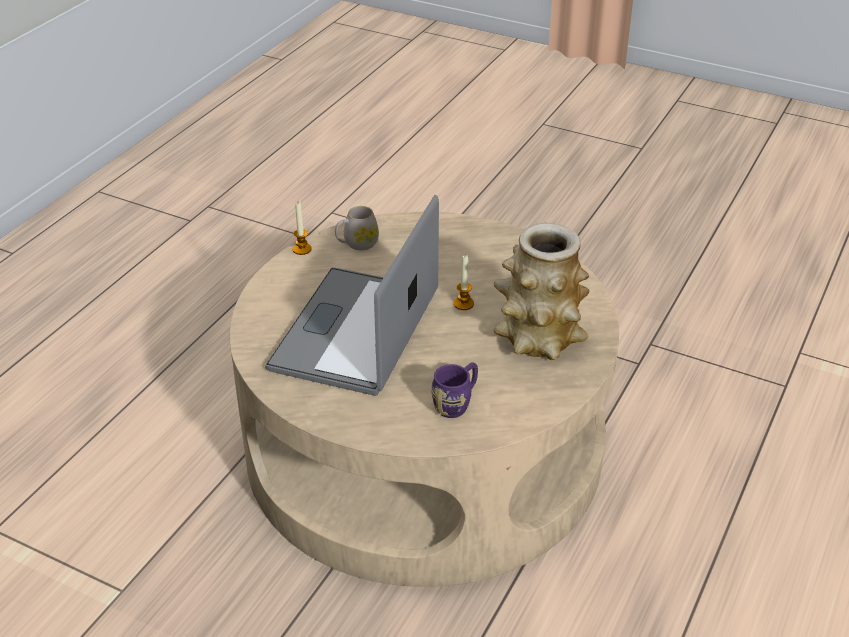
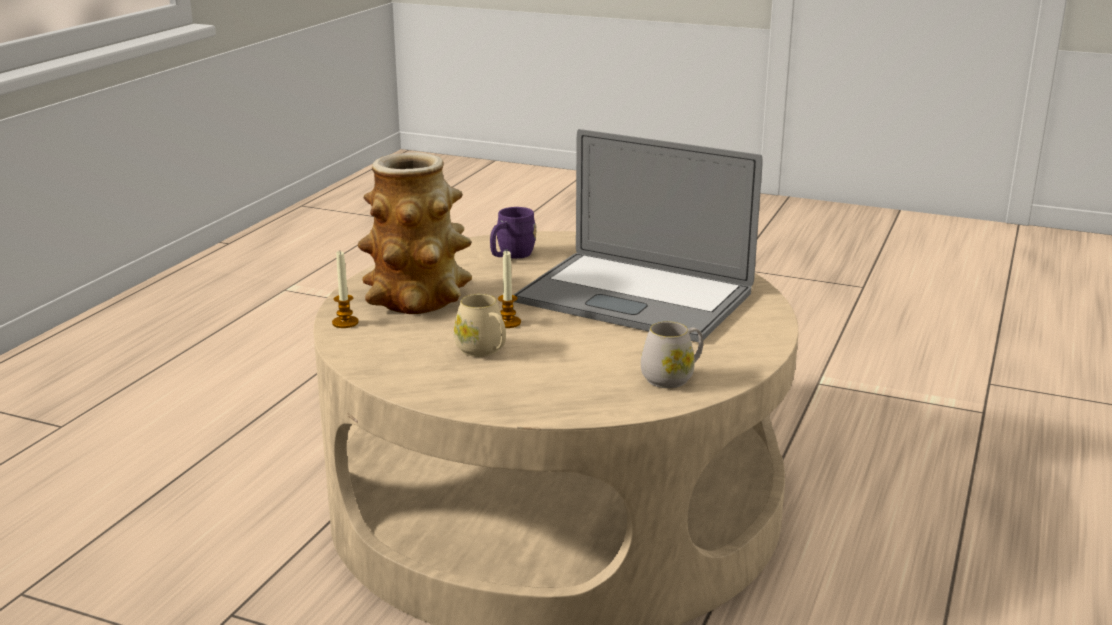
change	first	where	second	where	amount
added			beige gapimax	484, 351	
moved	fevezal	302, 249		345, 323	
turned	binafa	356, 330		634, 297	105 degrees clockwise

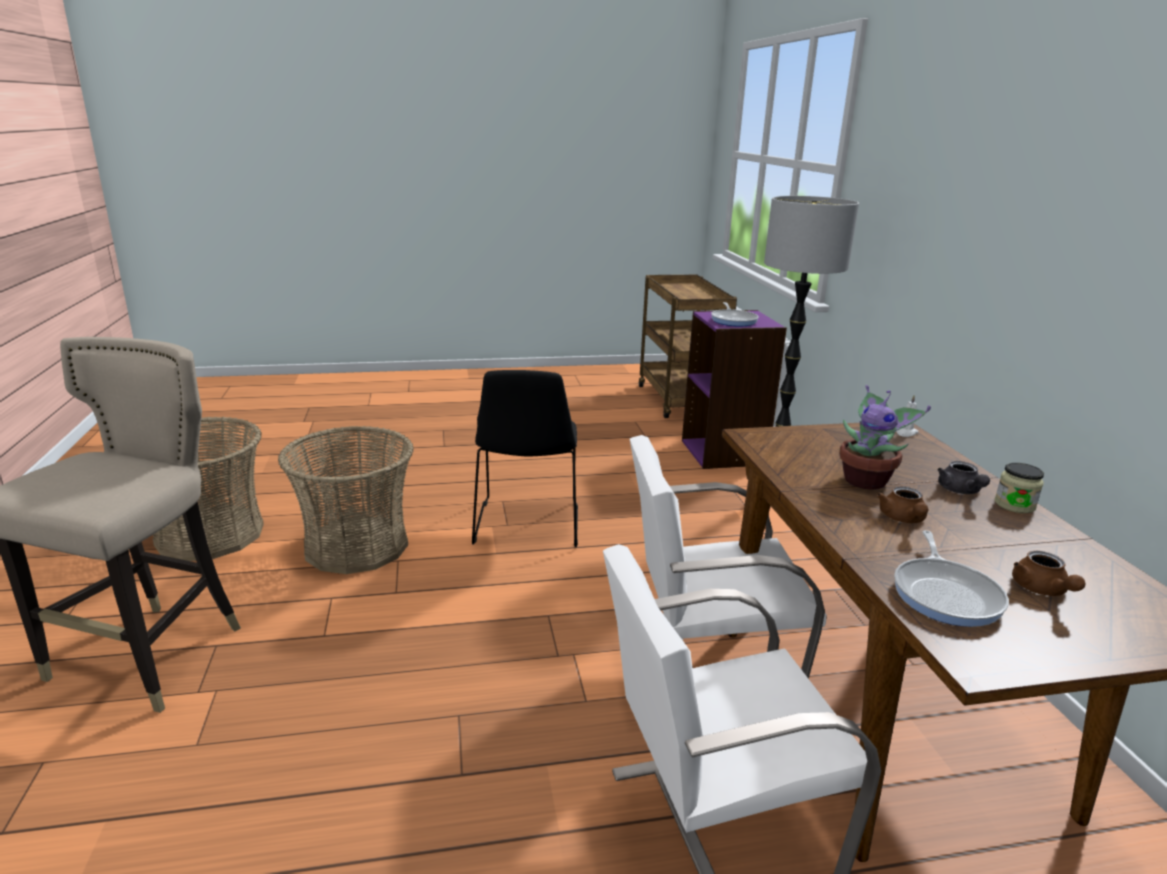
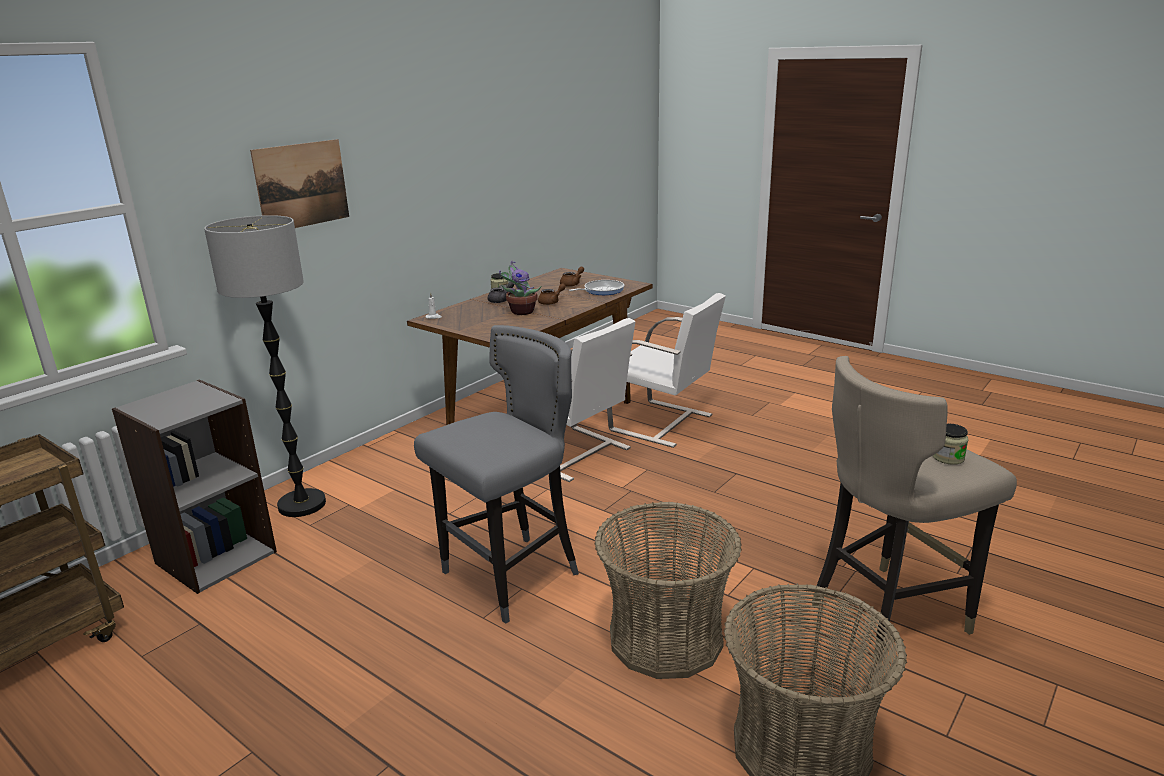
change	first	where	second	where	amount
removed	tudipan	733, 320			
added			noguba	302, 185	
added			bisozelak	948, 457	
replaced	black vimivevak	527, 526	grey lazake	511, 577	
recoloured	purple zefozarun	724, 452	grey zefozarun	215, 557	

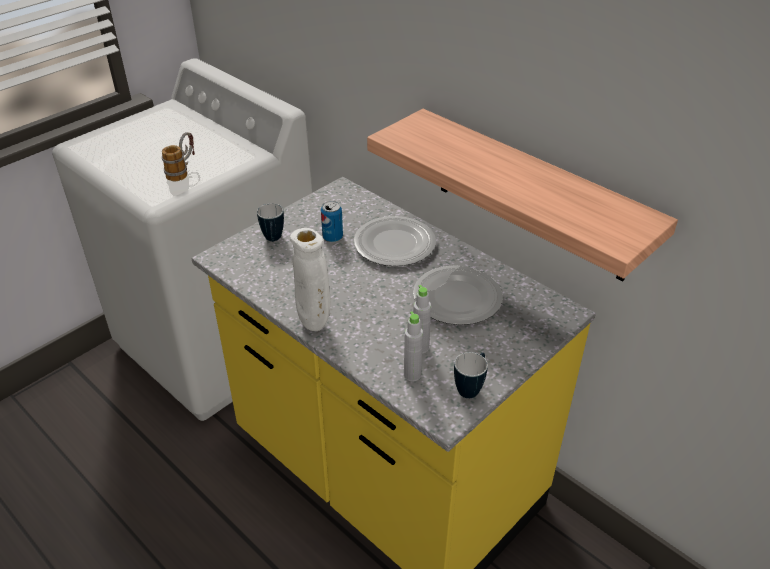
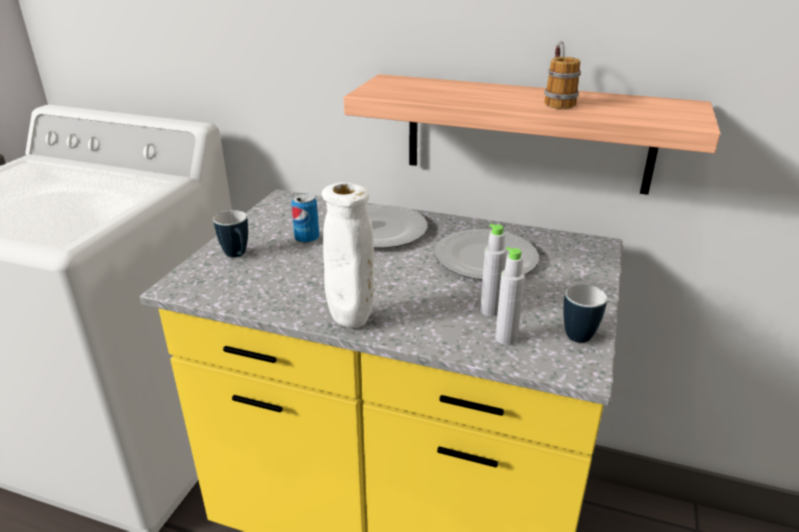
change	first	where	second	where	amount
moved	gapimax	183, 171		557, 100	

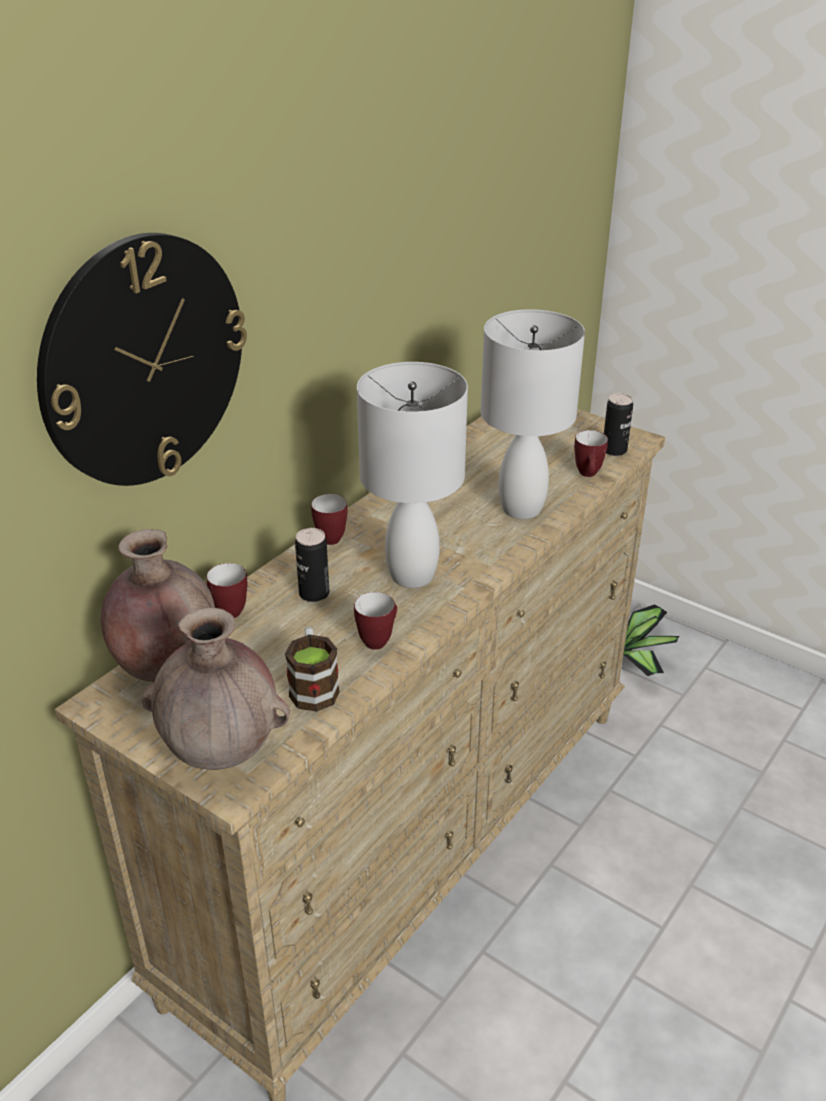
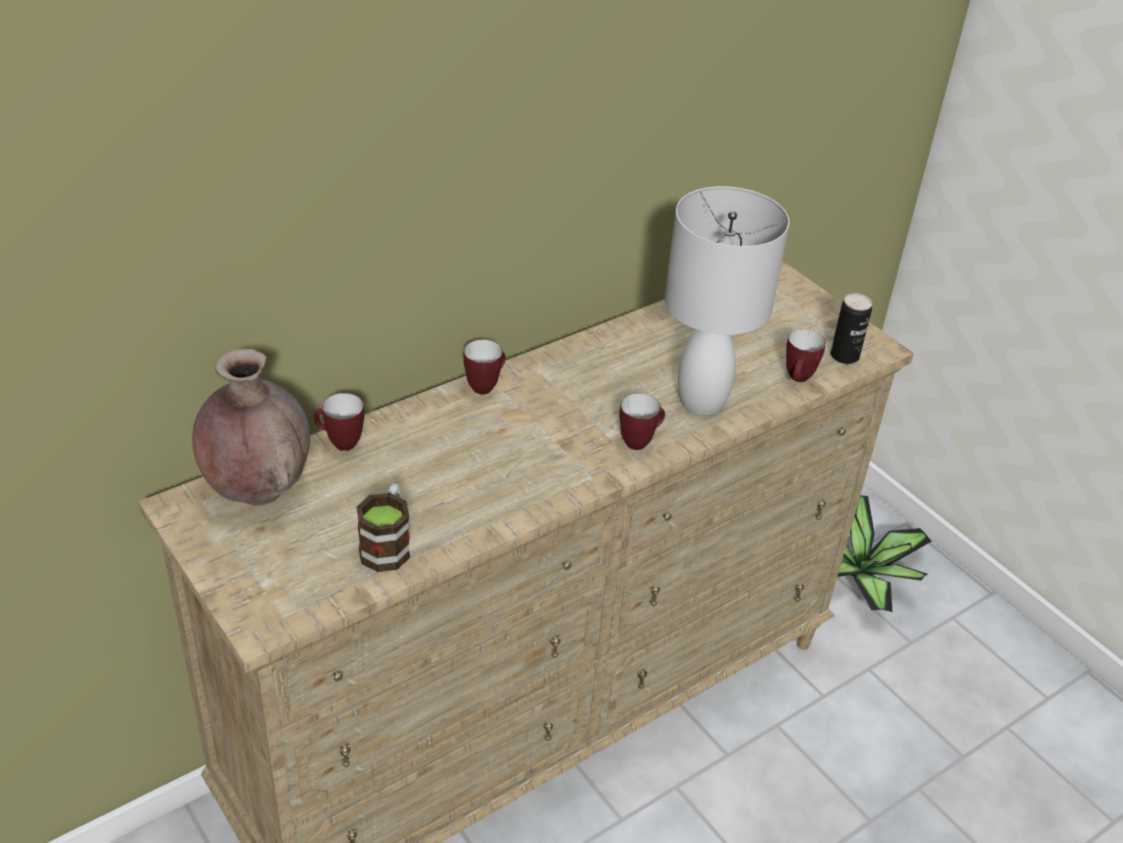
change	first	where	second	where	amount
removed	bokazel	144, 361			
removed	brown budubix	222, 753			
removed	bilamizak	314, 593			
removed	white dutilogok	411, 576			
moved	gapimax	378, 640		640, 441	

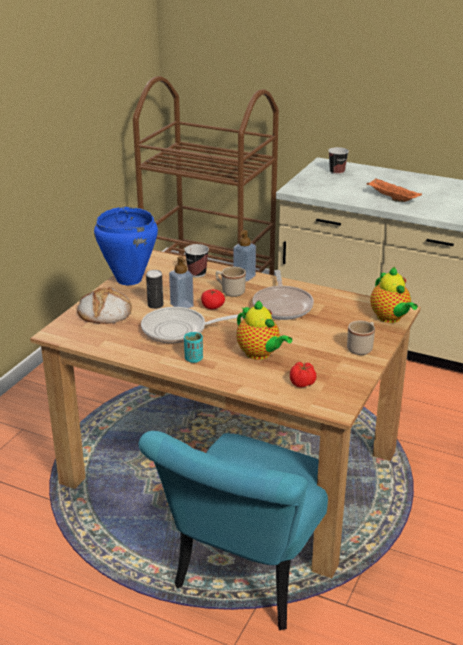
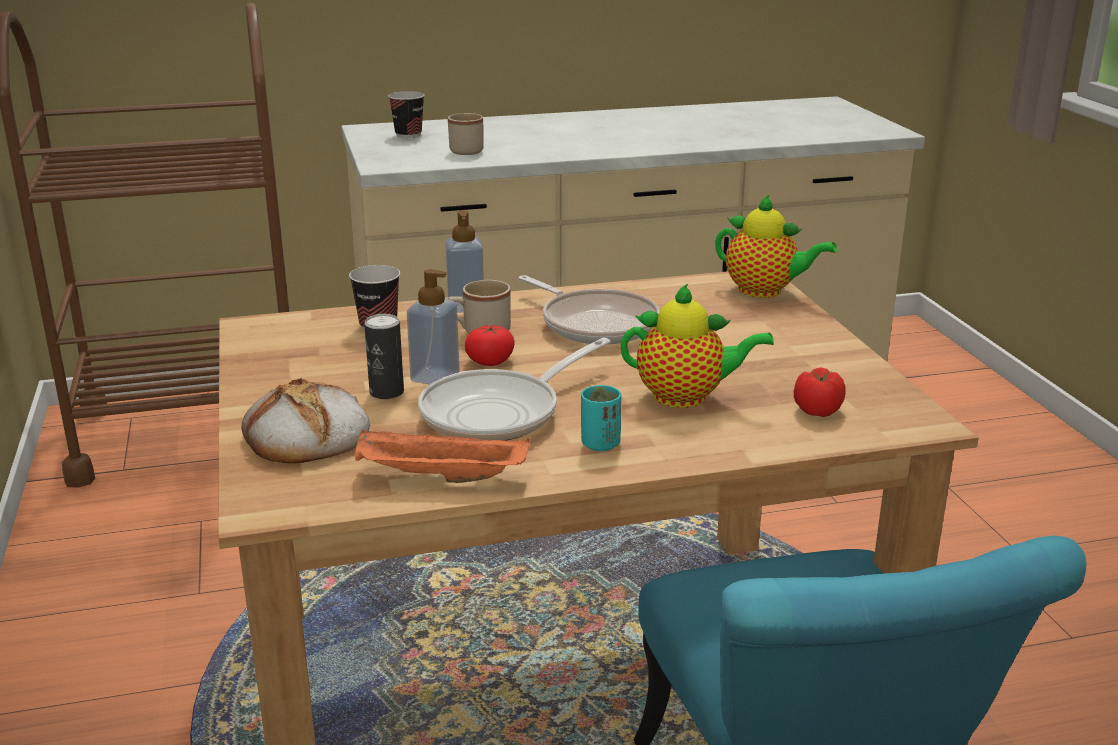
change	first	where	second	where	amount
removed	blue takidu	128, 280			
moved	beige gapimax	362, 347		467, 150	
moved	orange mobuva	391, 198		439, 477	

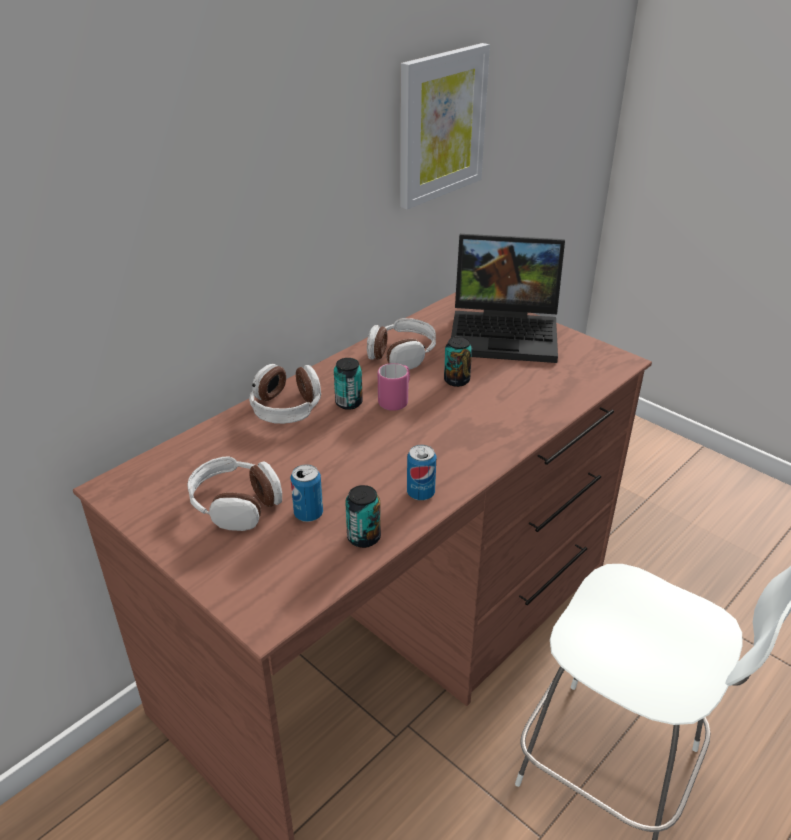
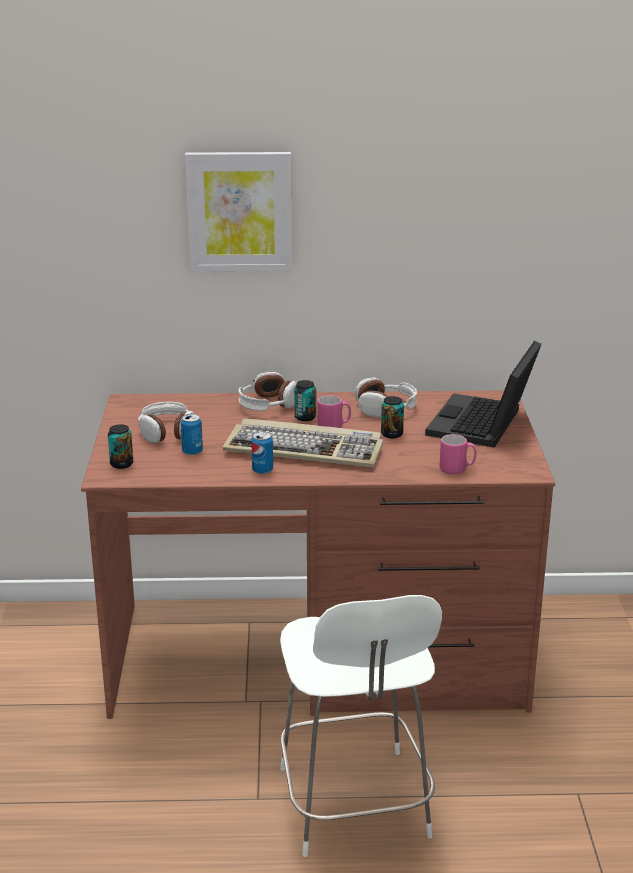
change	first	where	second	where	amount
added			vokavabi	305, 449	
added			pink gapimax	457, 469	
moved	bilamizak	364, 537		121, 464	
moved	noguba	440, 125		239, 211	
turned	binafa	507, 332		483, 425	60 degrees clockwise

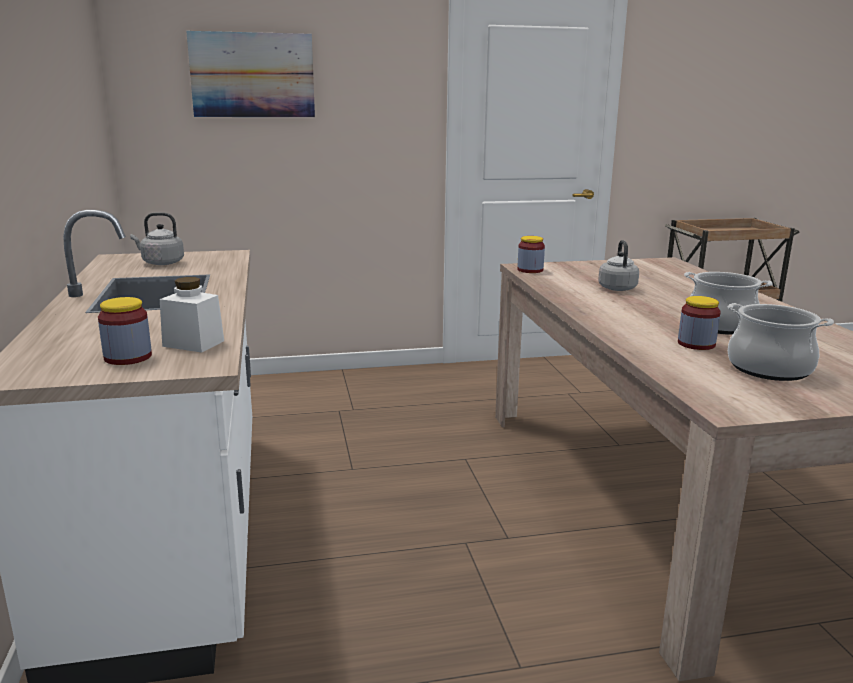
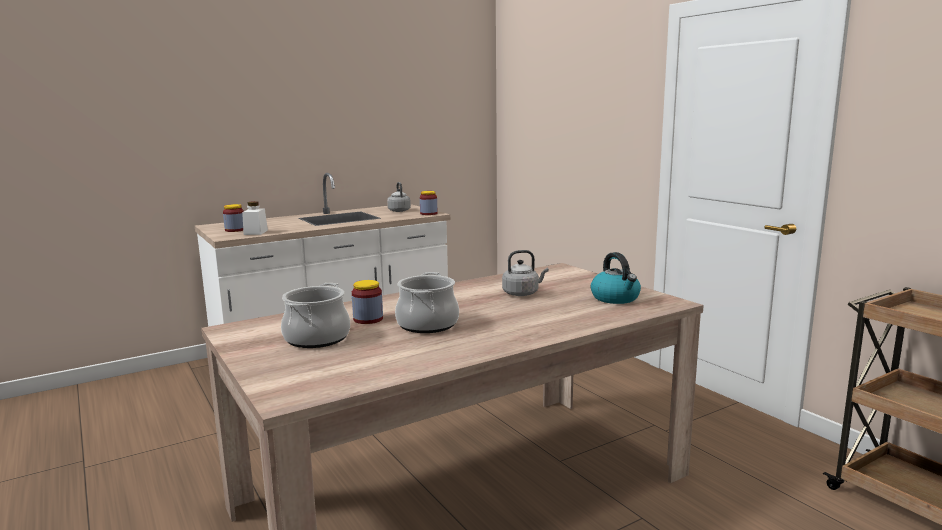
change	first	where	second	where	amount
removed	noguba	252, 75			
added			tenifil	616, 298	
moved	bisozelak	530, 270		428, 213	

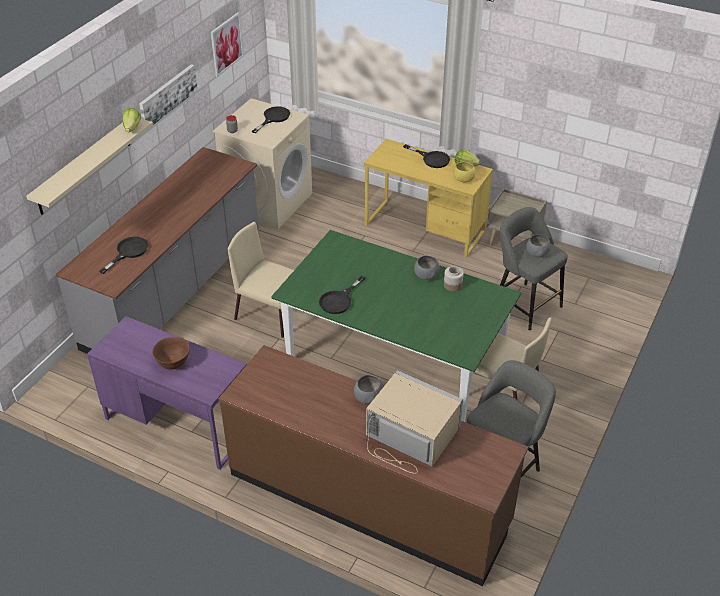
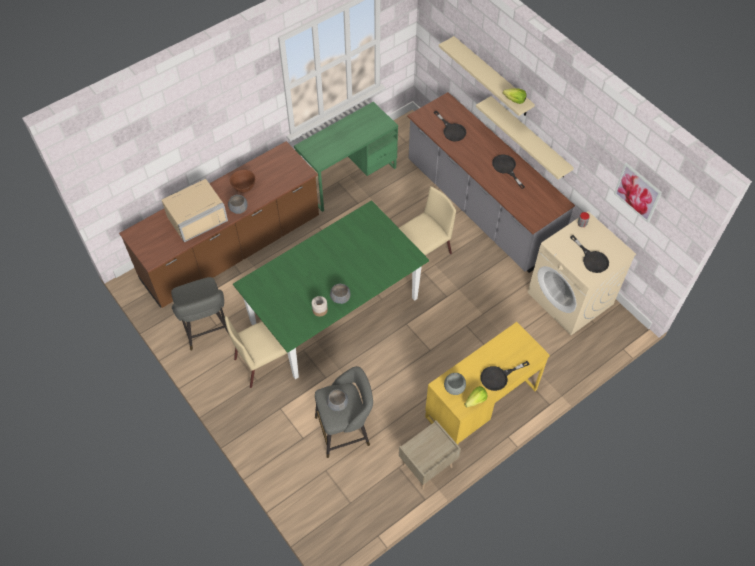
change	first	where	second	where	amount
removed	noguba	167, 96			
added			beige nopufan	529, 138	
moved	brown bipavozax	173, 363		244, 188	
moved	black tudipan	339, 300		506, 168	
recoloured	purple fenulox	178, 423	green fenulox	348, 177	
recoloured	yellow bipavozax	464, 179	grey bipavozax	454, 388	

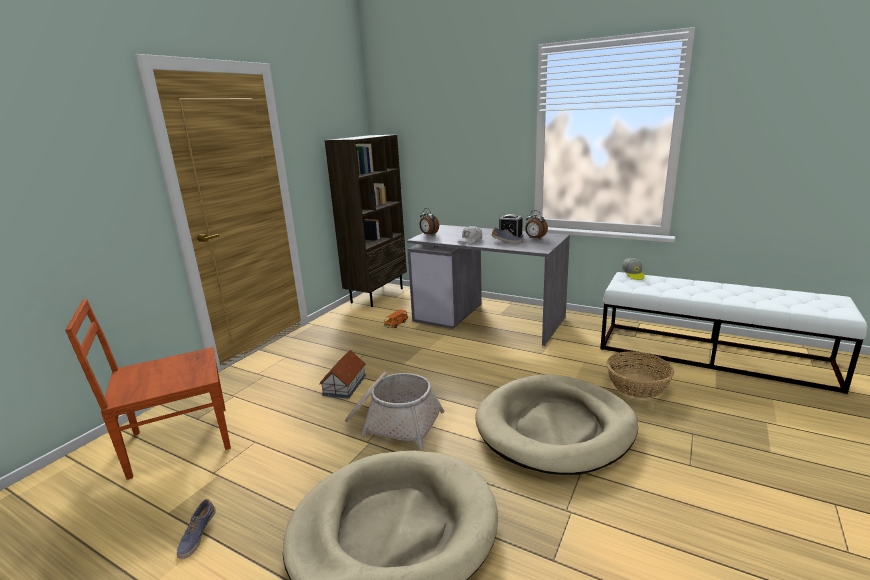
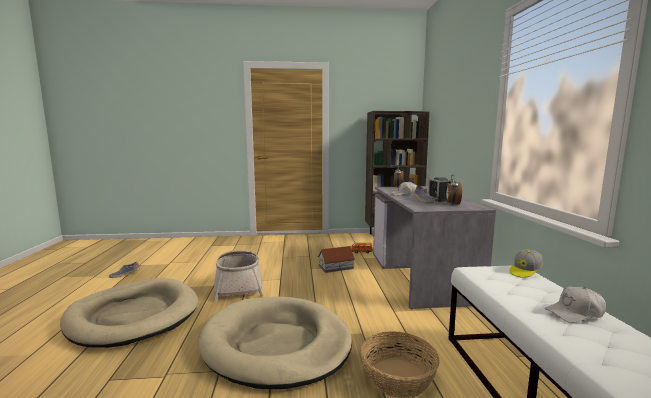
change	first	where	second	where	amount
removed	brown vimivevak	177, 441			
added			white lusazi	575, 313	
moved	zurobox	345, 385		336, 267	

